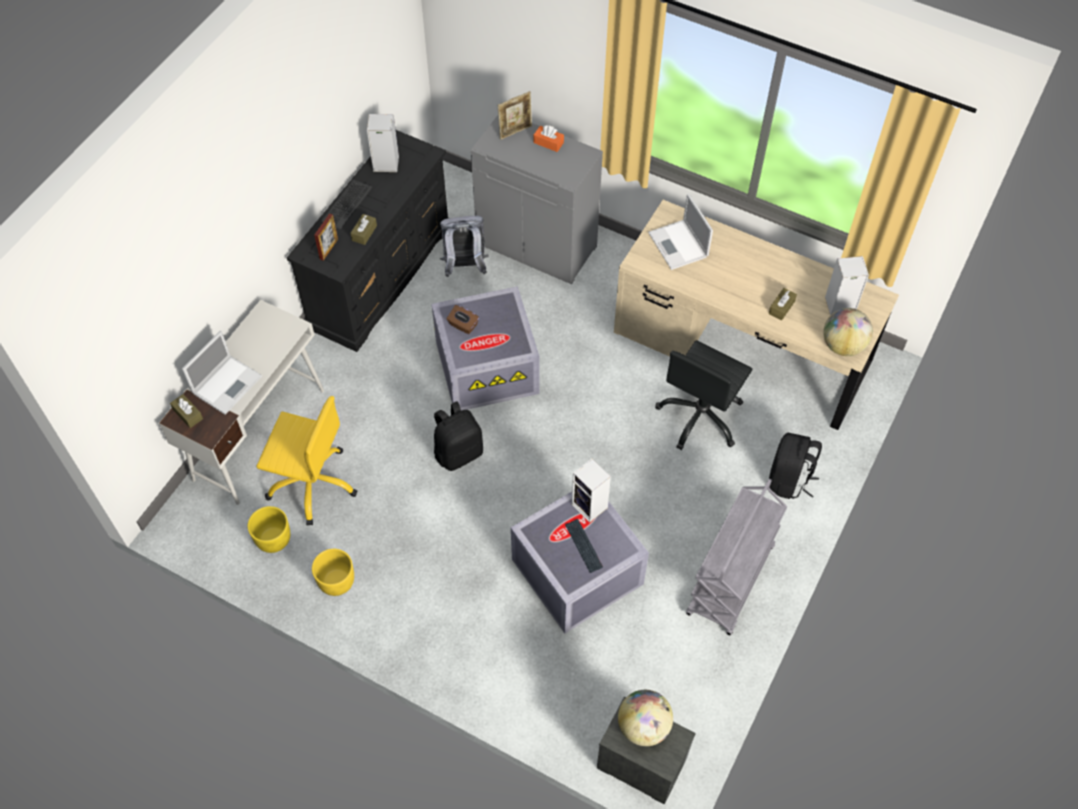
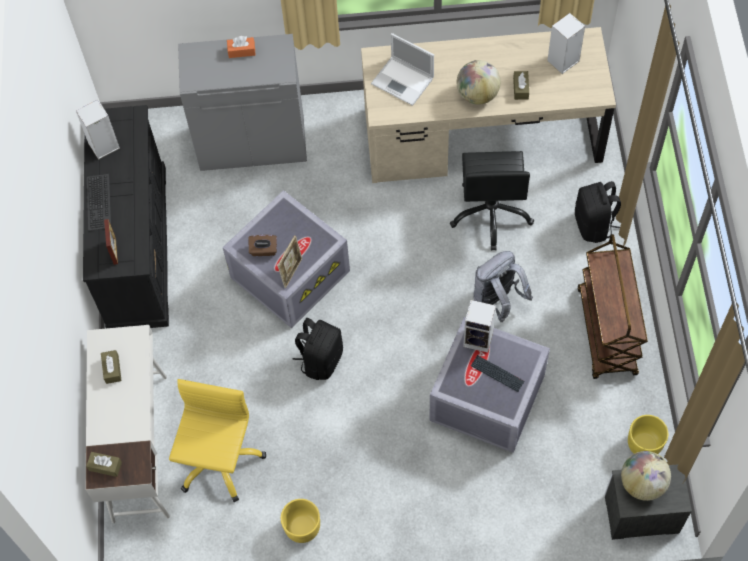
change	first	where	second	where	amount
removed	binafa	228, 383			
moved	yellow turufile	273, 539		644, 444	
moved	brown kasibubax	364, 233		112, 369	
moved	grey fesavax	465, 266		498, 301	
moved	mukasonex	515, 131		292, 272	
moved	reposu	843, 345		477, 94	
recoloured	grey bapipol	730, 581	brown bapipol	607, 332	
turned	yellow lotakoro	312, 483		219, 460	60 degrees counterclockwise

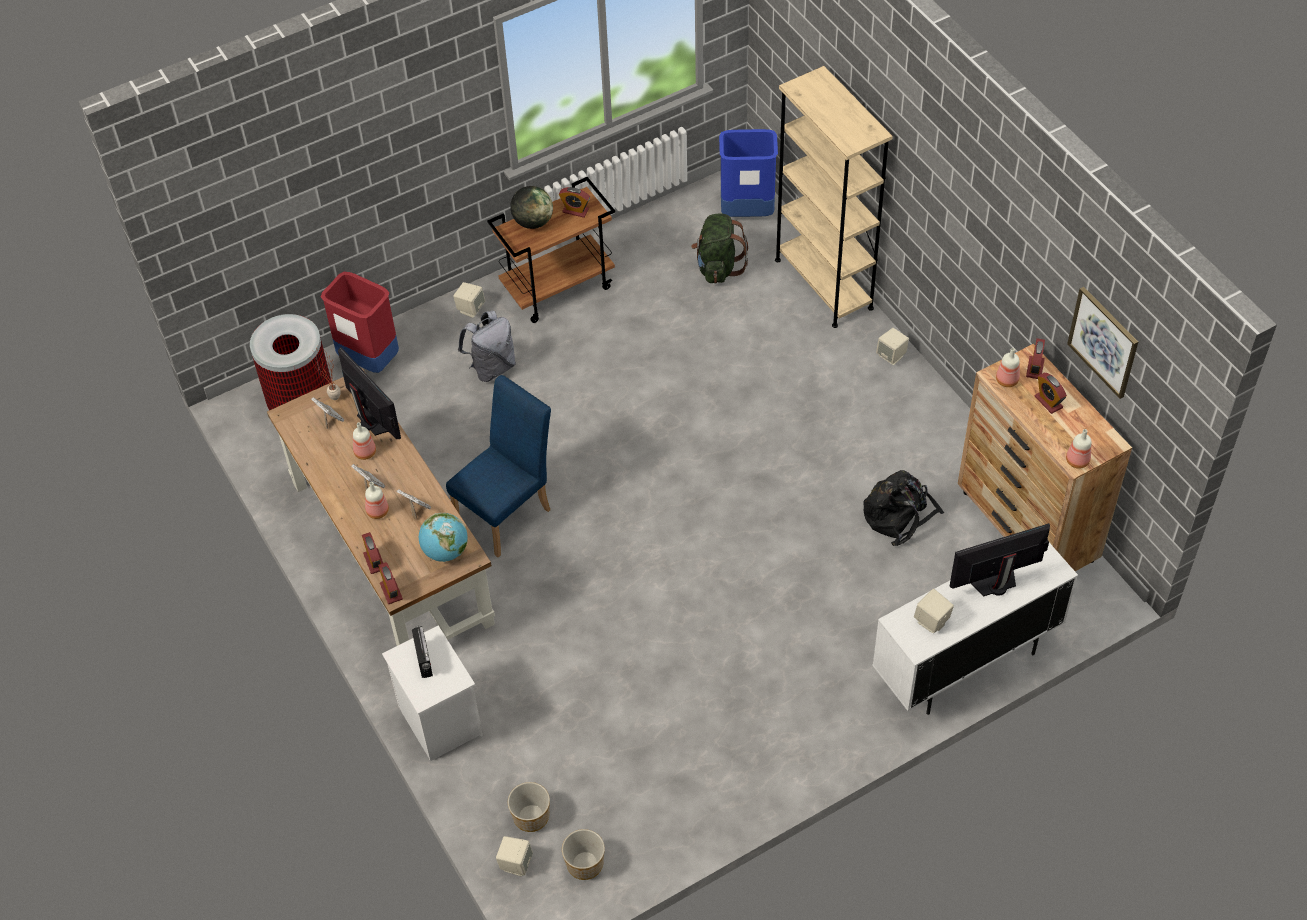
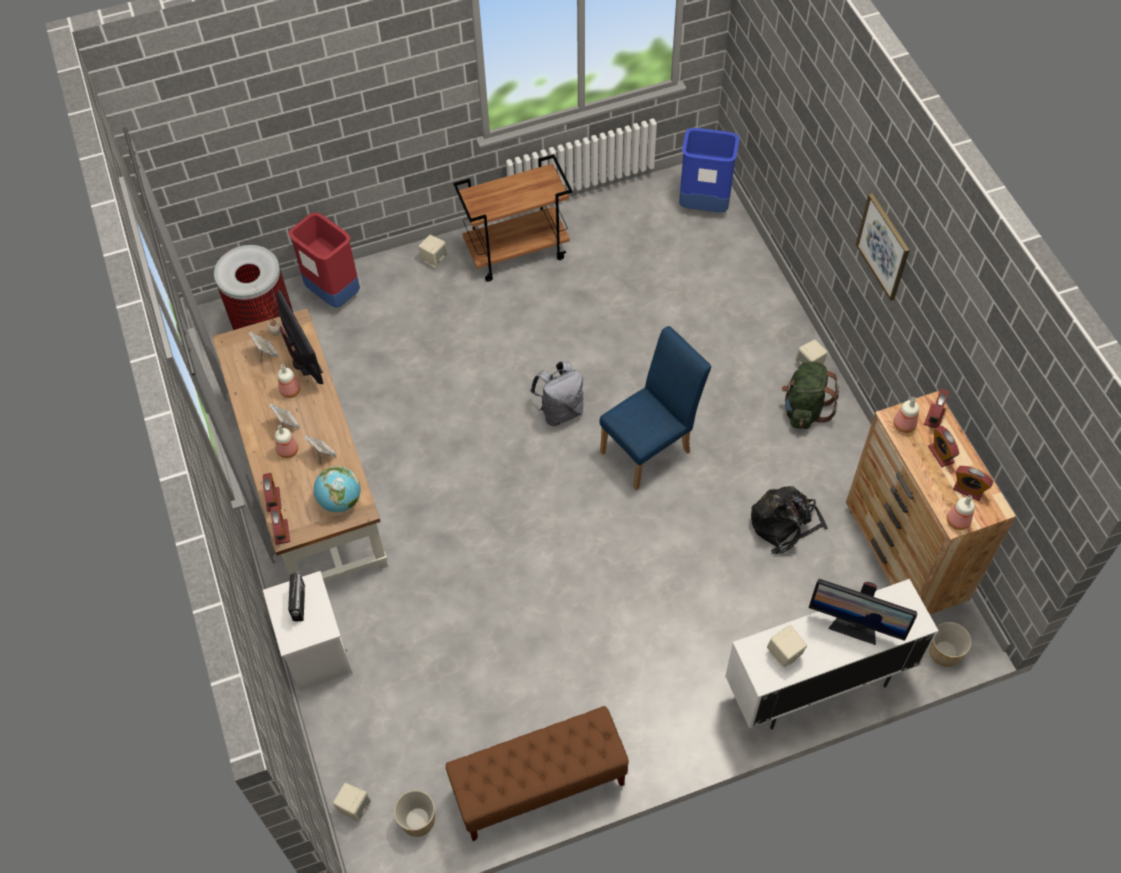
change	first	where	second	where	amount
removed	reposu	533, 222			
removed	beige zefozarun	823, 284			
added			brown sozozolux	538, 786	
moved	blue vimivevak	508, 512		651, 448	
moved	grey fesavax	492, 367		560, 411	
moved	turufile	530, 817		944, 652	
moved	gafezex	575, 211		968, 489	
moved	green fesavax	718, 267		804, 409	
moved	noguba	1103, 342		883, 246	
turned	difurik	995, 584		855, 626	150 degrees counterclockwise

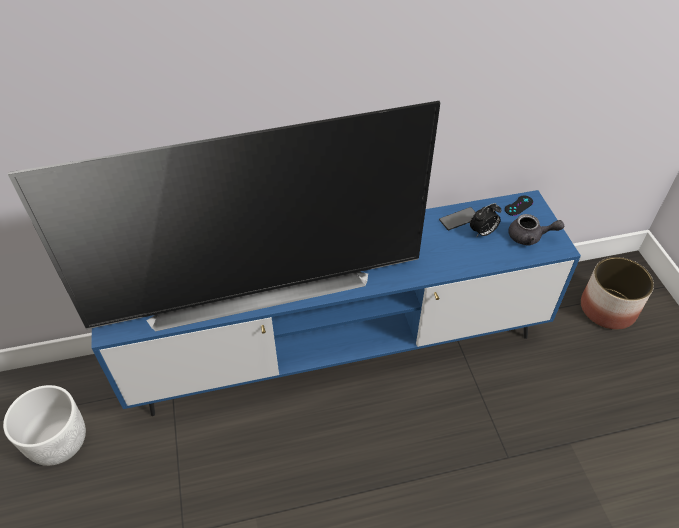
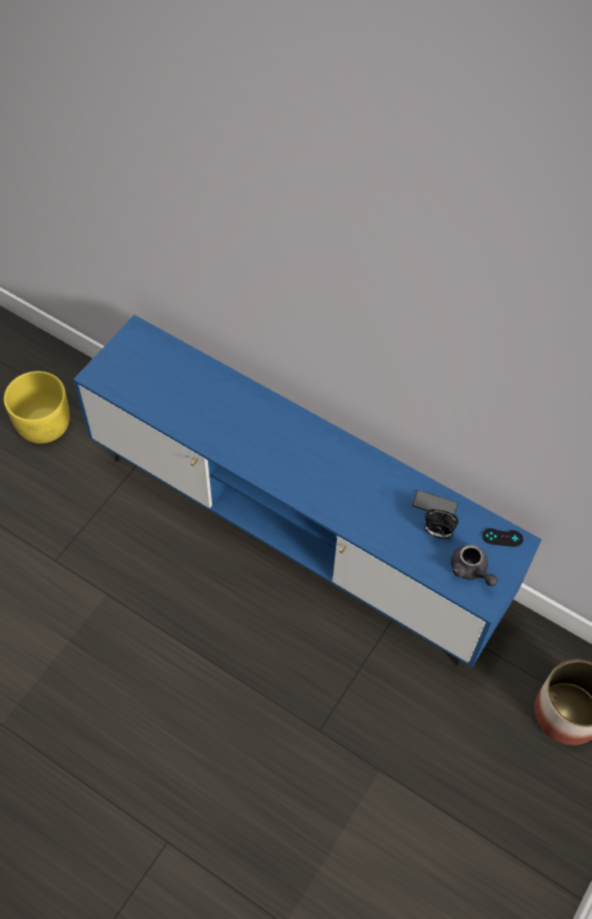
change	first	where	second	where	amount
removed	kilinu	258, 286			
recoloured	white turufile	59, 441	yellow turufile	44, 424	

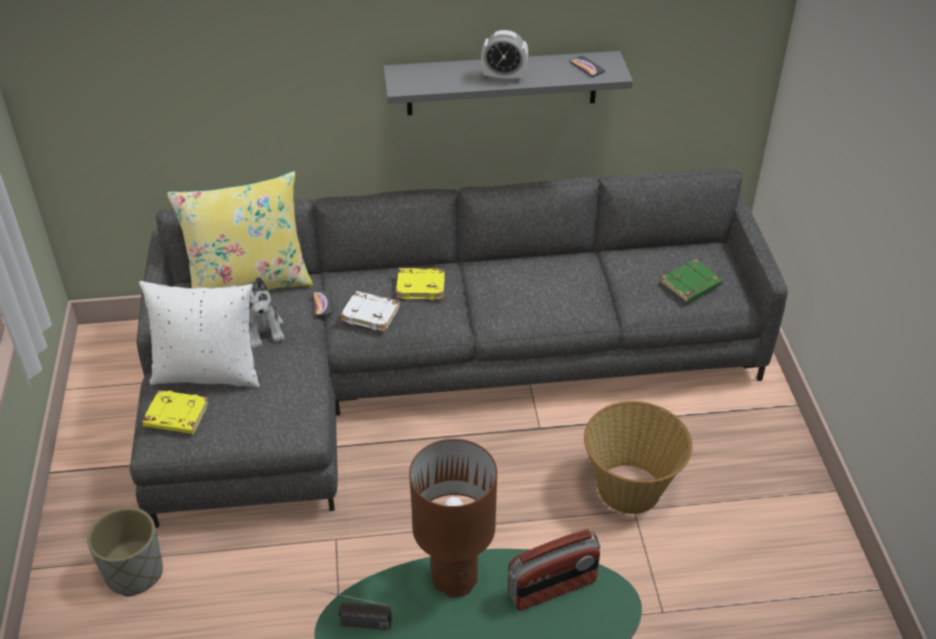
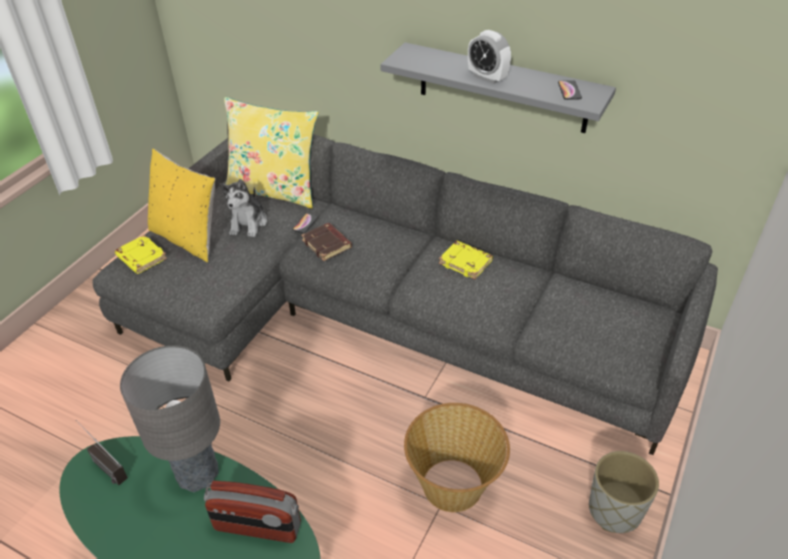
change	first	where	second	where	amount
removed	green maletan	691, 285			
moved	grey turufile	135, 573		615, 510	
moved	yellow maletan	421, 286		466, 262	
recoloured	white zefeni	208, 372	yellow zefeni	188, 238	
recoloured	white maletan	371, 314	brown maletan	327, 244	
recoloured	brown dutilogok	455, 579	grey dutilogok	197, 474	

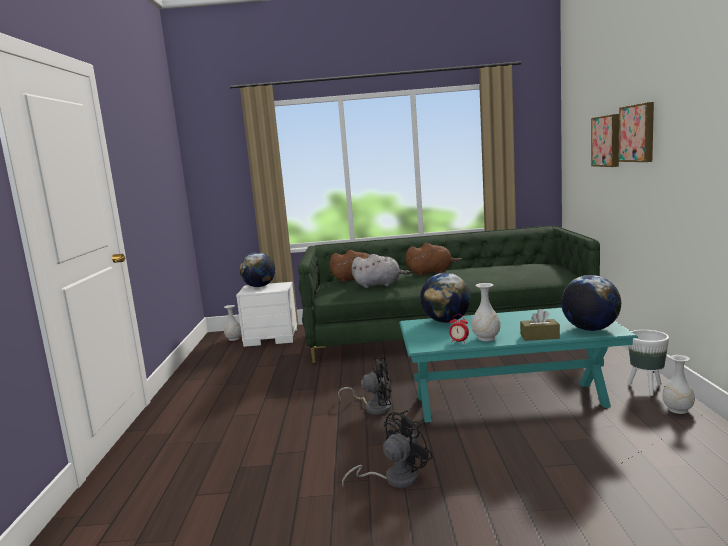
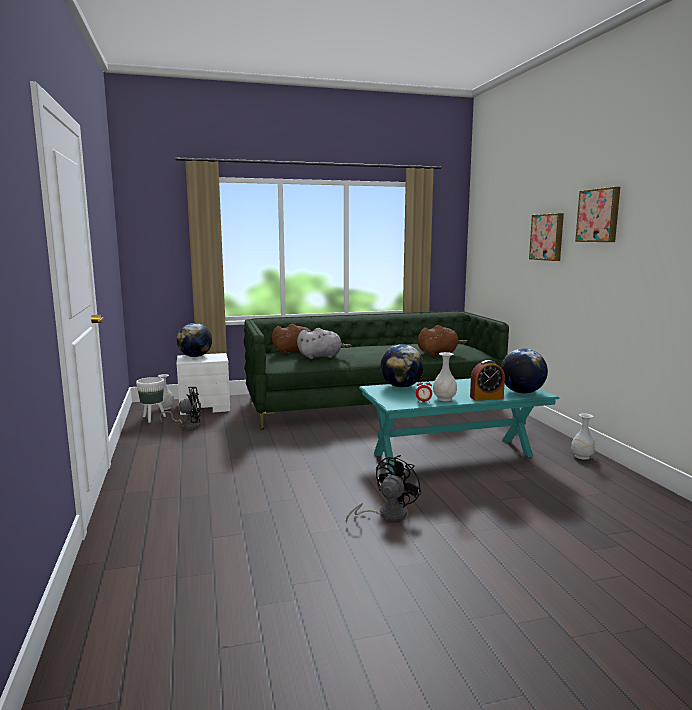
change	first	where	second	where	amount
moved	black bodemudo	374, 407		187, 425	
moved	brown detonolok	431, 273		439, 353	
moved	noguba	607, 141		599, 215	
moved	white turufile	647, 388		153, 418	
replaced	brown kasibubax	539, 336	gafezex	486, 398	

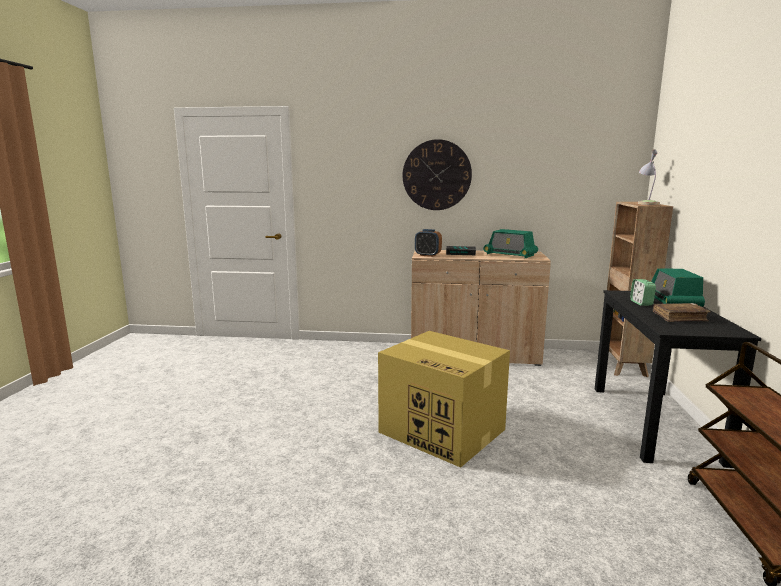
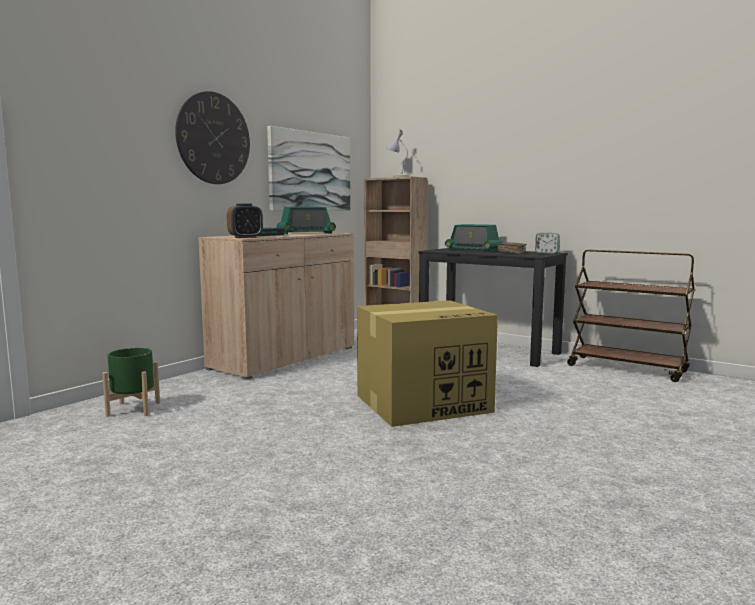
change	first	where	second	where	amount
added			green turufile	133, 409	
added			noguba	310, 171	
moved	gafezex	641, 303		547, 253	

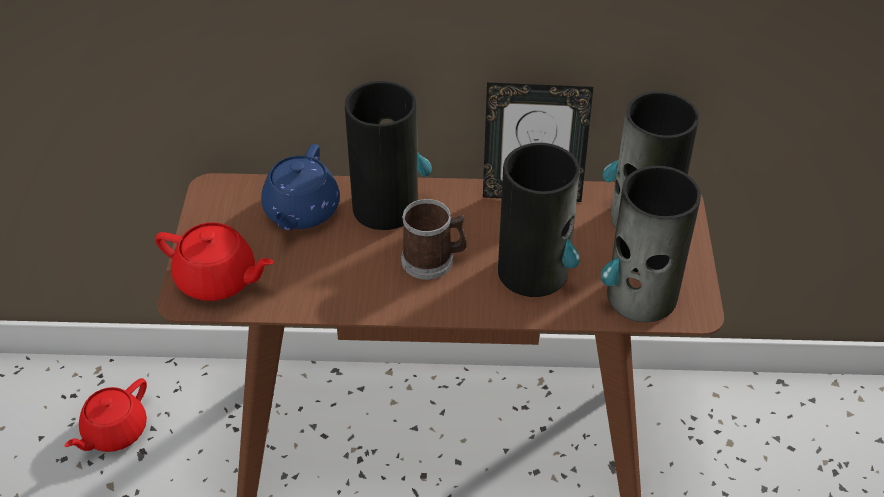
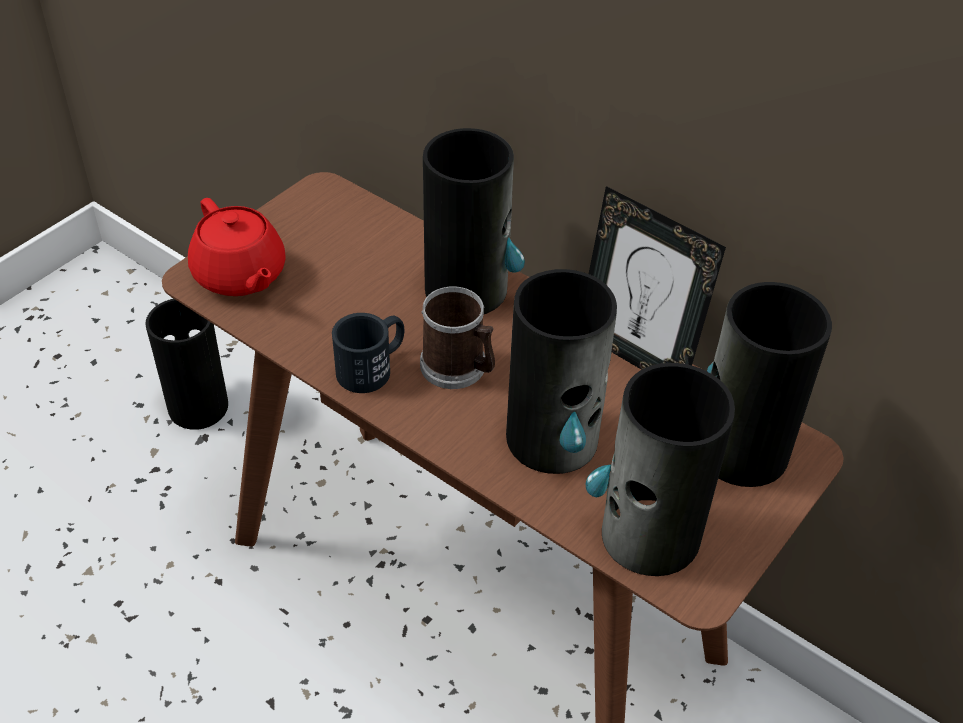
change	first	where	second	where	amount
removed	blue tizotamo	301, 212			
added			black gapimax	373, 367	
replaced	red tizotamo	114, 432	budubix	197, 405	

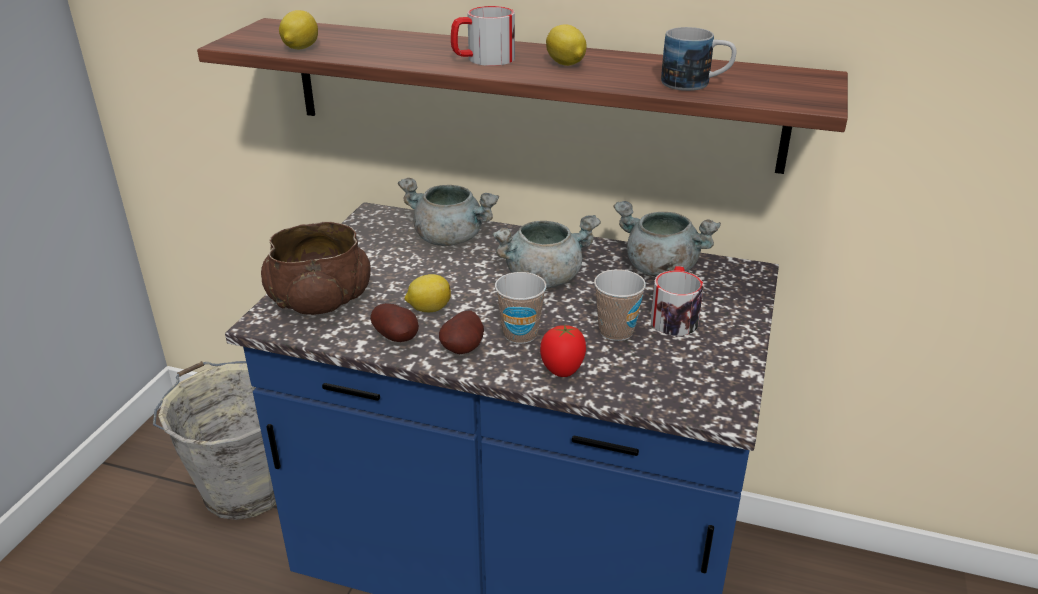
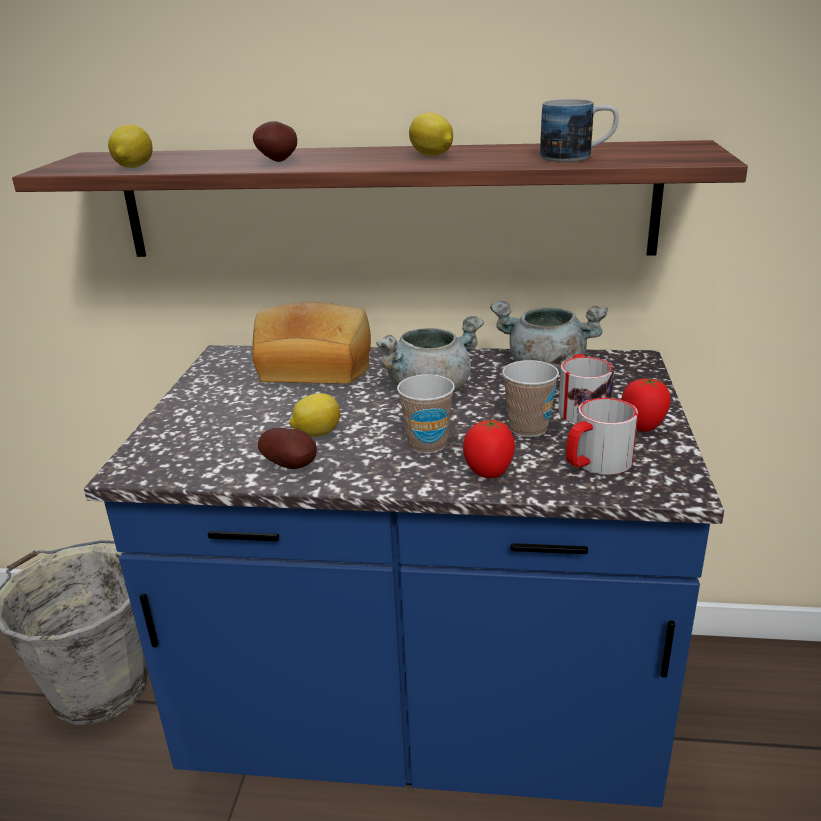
change	first	where	second	where	amount
removed	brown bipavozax	321, 301			
added			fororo	642, 428	
moved	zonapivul	465, 349		280, 161	
moved	gapimax	483, 59		595, 463	
replaced	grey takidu	451, 238	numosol	316, 366	

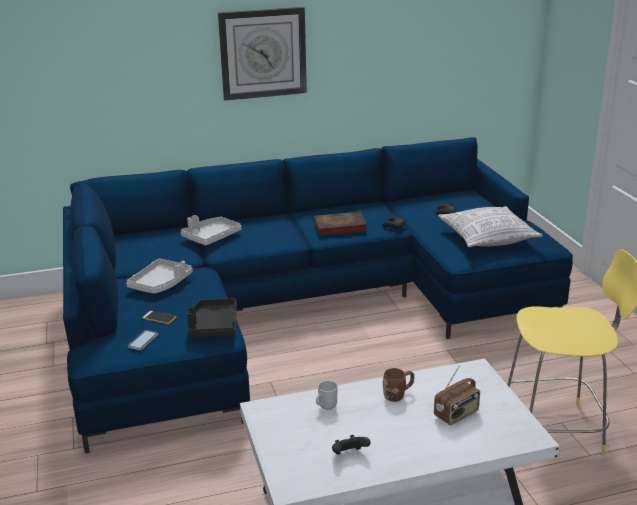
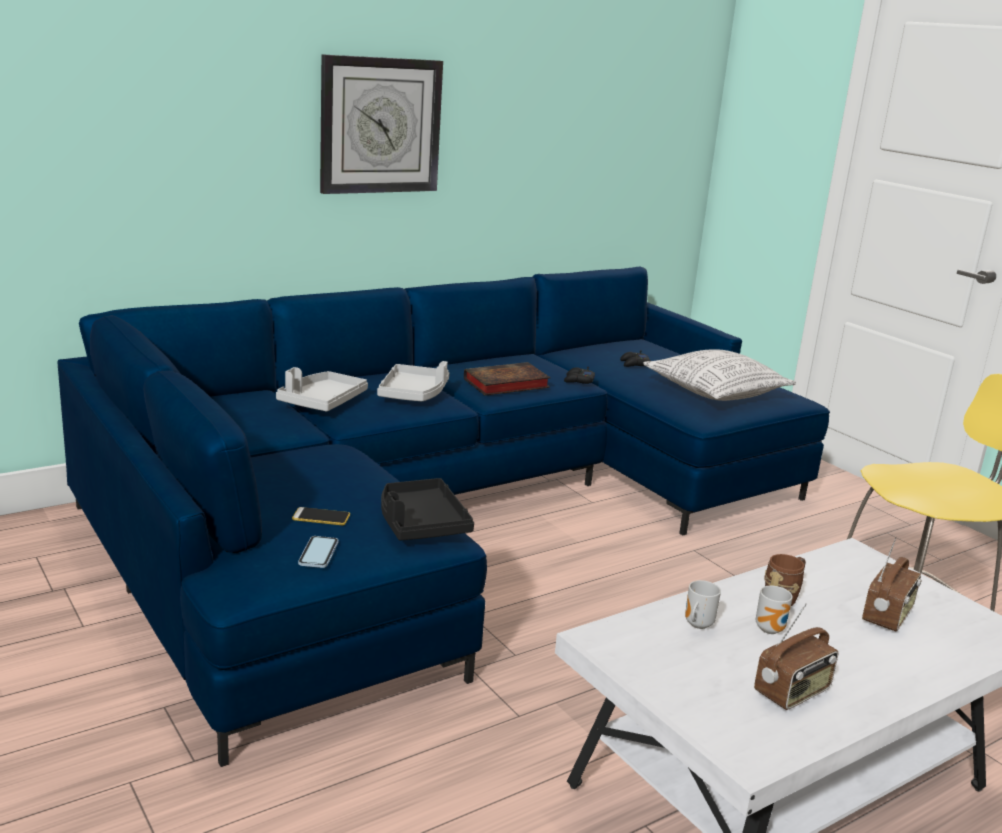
change	first	where	second	where	amount
added			gapimax	772, 629	
moved	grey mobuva	161, 284		414, 394	
replaced	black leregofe	349, 455	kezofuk	792, 693	

